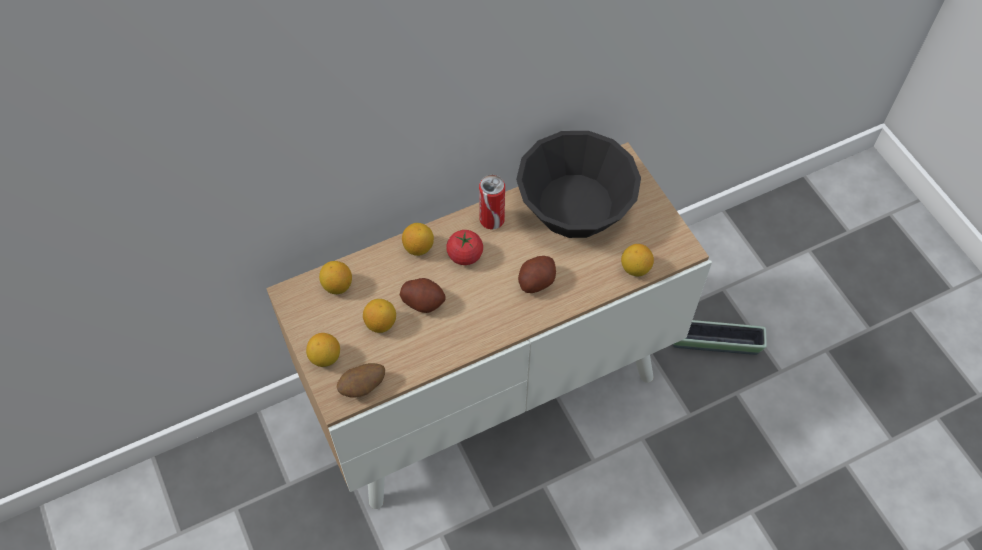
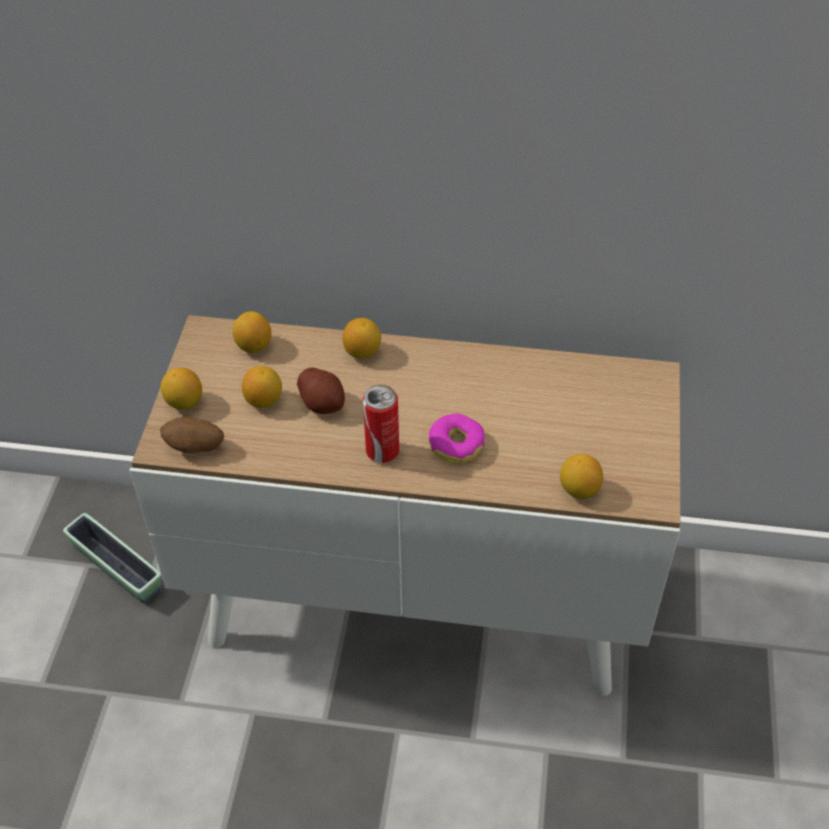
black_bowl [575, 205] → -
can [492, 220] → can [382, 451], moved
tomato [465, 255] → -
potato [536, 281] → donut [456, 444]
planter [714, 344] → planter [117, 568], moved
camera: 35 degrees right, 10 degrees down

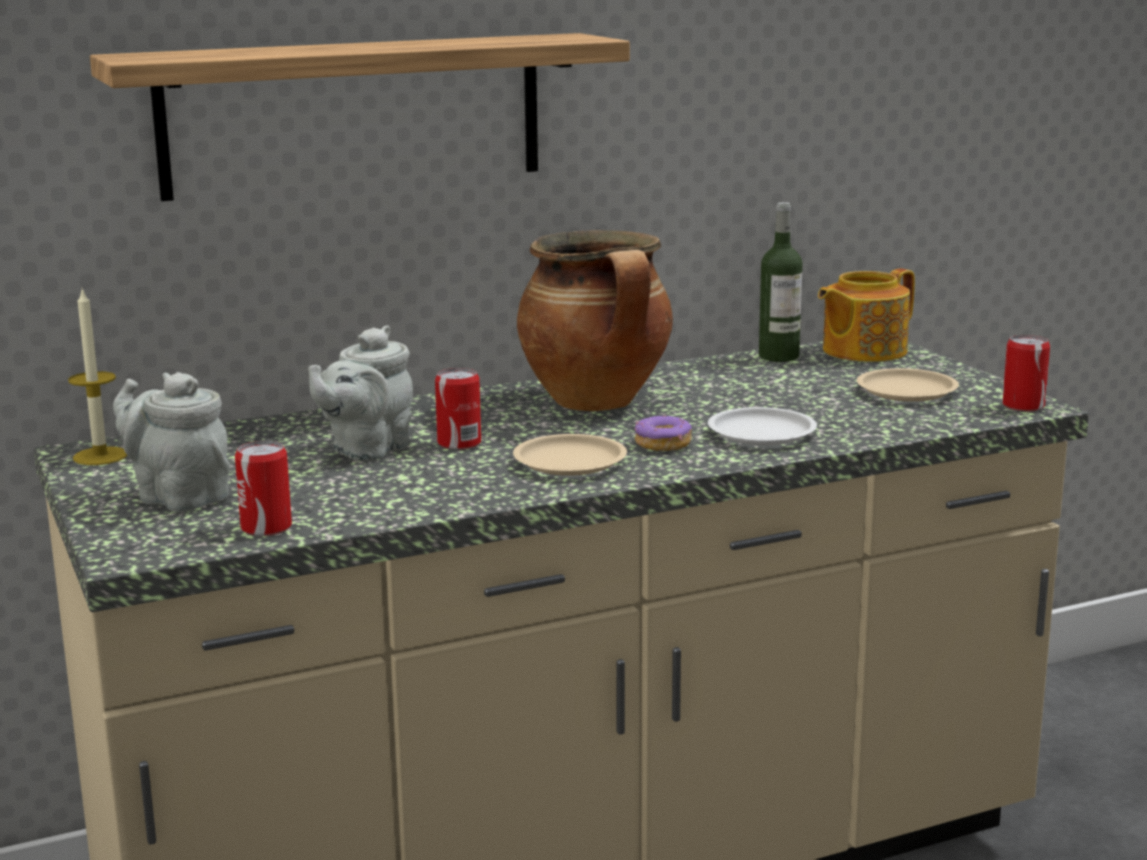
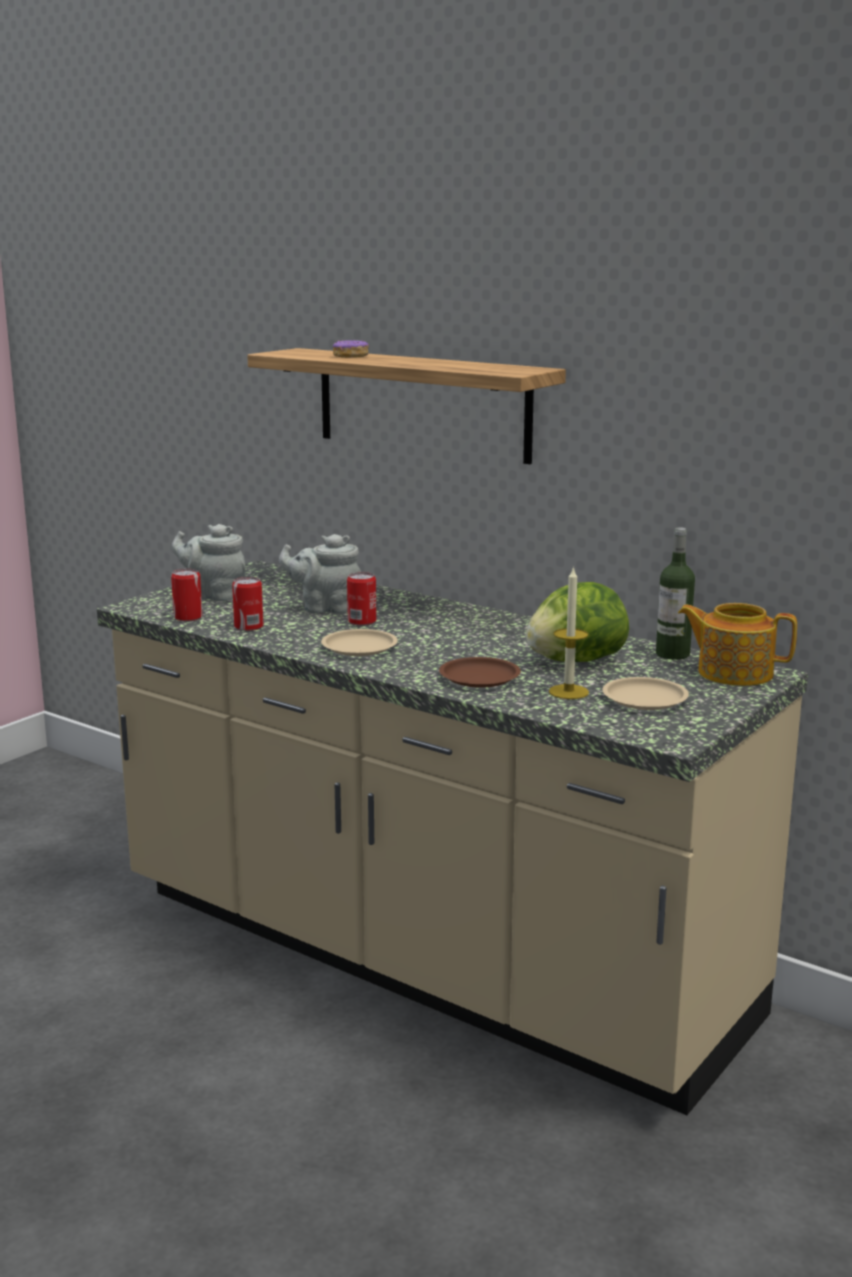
cooking_pot [598, 403] → -
candle [100, 456] → candle [568, 692], moved
can [1023, 406] → can [248, 627], moved
grey_teapot [178, 497] → grey_teapot [213, 595], 75 degrees counterclockwise
white_plate [761, 434] → brown_plate [479, 677]
donut [663, 444] → donut [350, 356], moved
- → lettuce [575, 661]
camera: 60 degrees right, 0 degrees up

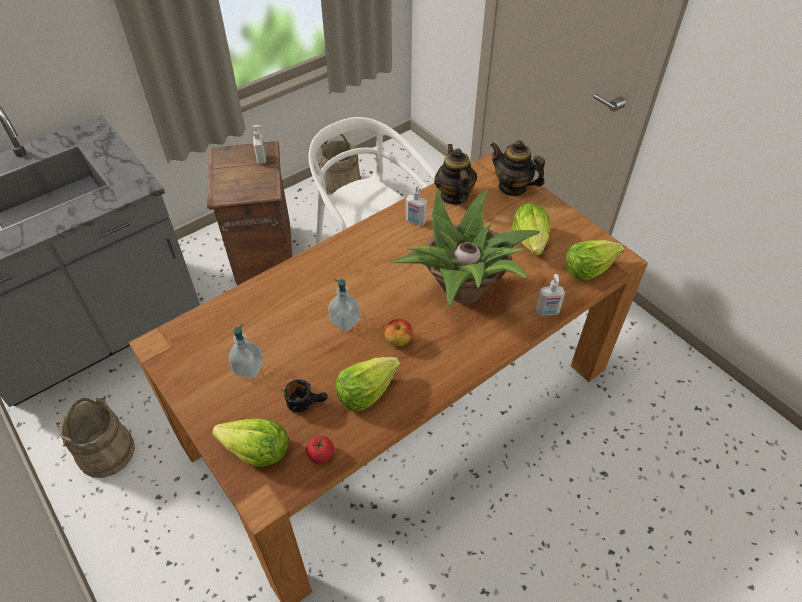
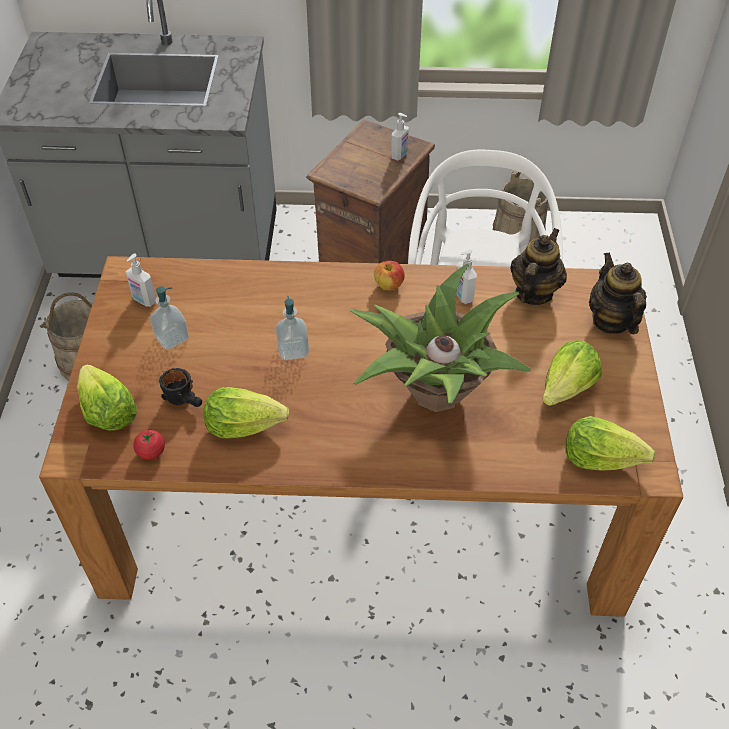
soap_dispenser [547, 312] → soap_dispenser [144, 300], moved
apple [398, 340] → apple [389, 285], moved
camera: 40 degrees right, 0 degrees up

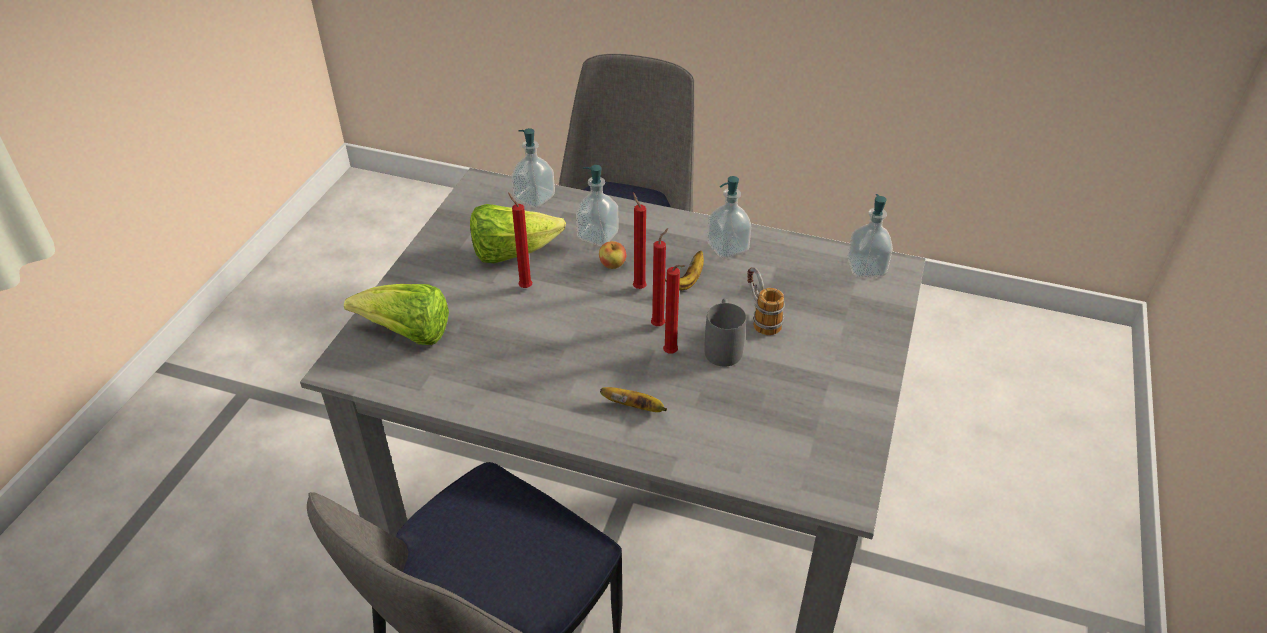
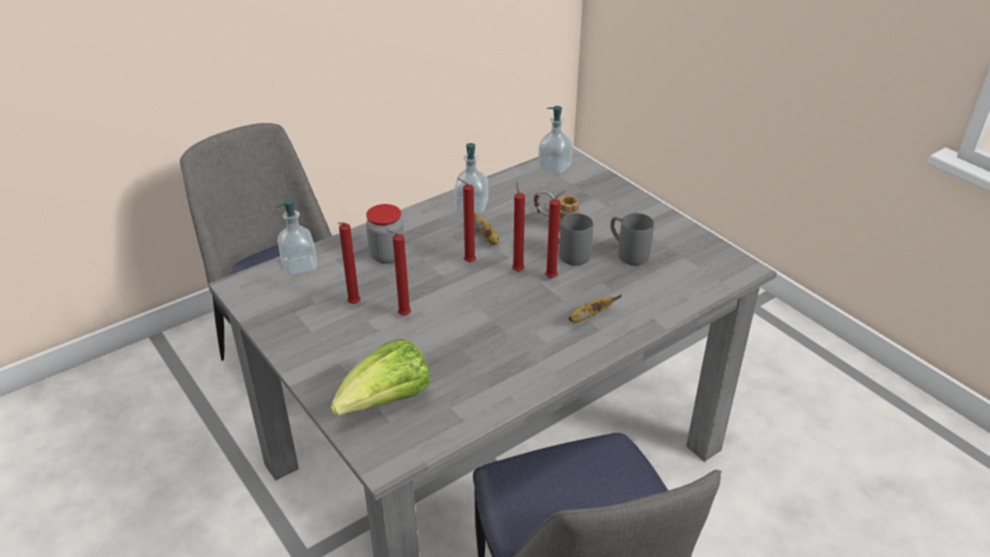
soap_dispenser [598, 236] → jar [387, 255]
lettuce [512, 252] → red_candle [353, 305]
apple [612, 265] → -
- → grey_mug [627, 253]
camera: 55 degrees left, 5 degrees down

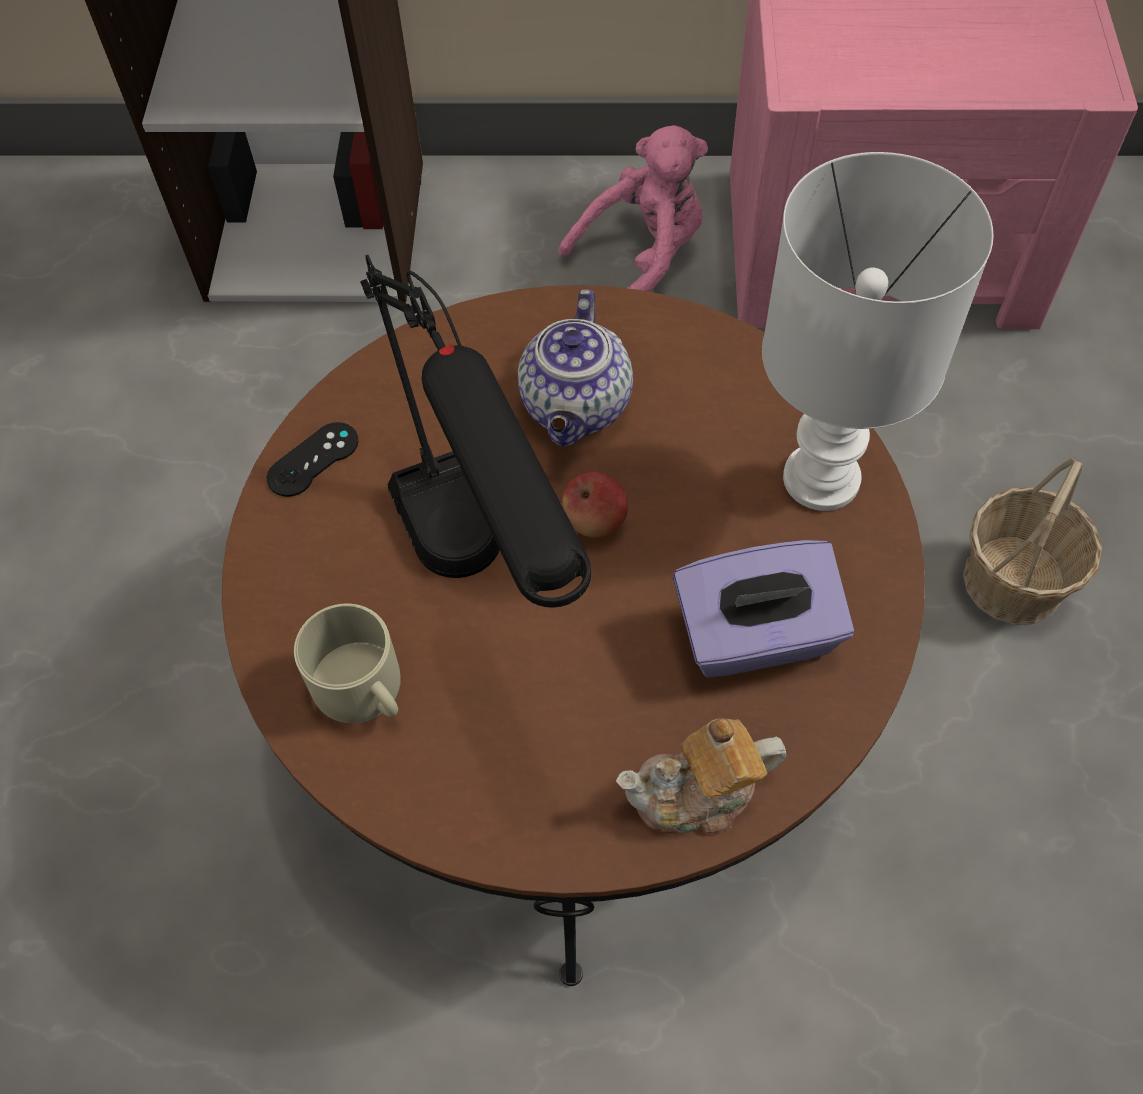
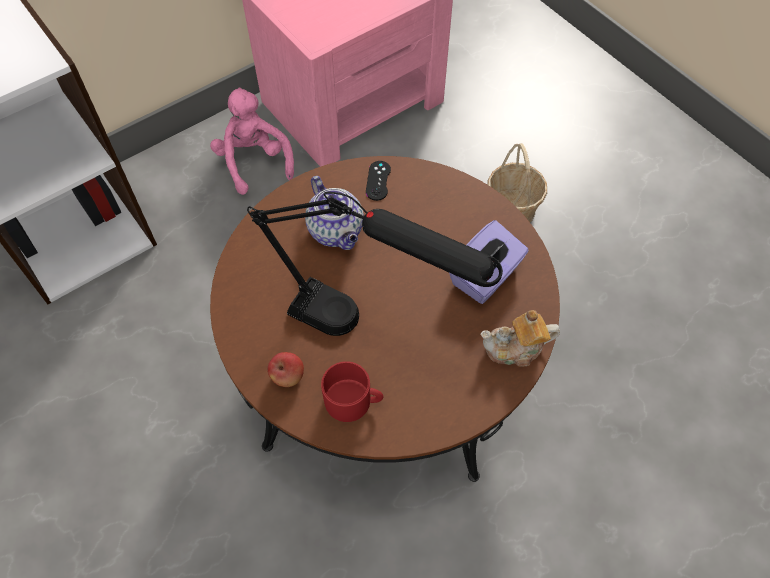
pink_plush_toy [642, 259] → pink_plush_toy [254, 162], 45 degrees counterclockwise
white_table_lamp [821, 481] → -
black_game_controller [313, 460] → black_game_controller [378, 180], moved
apple [595, 522] → apple [288, 376], moved
beige_mug [364, 690] → red_mug [353, 401]
teapot [698, 794] → teapot [515, 349], 45 degrees clockwise
camera: 40 degrees left, 0 degrees up

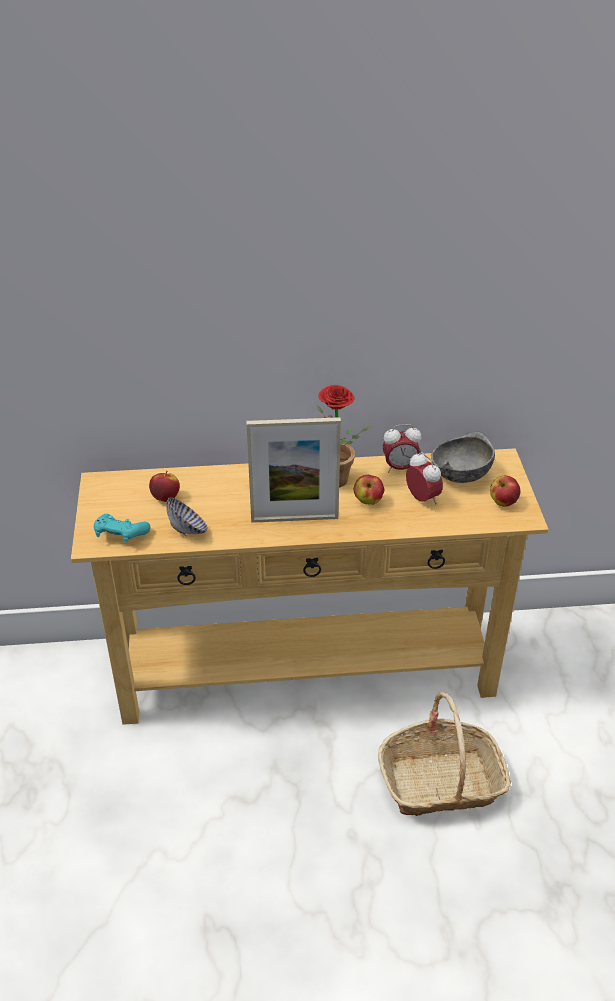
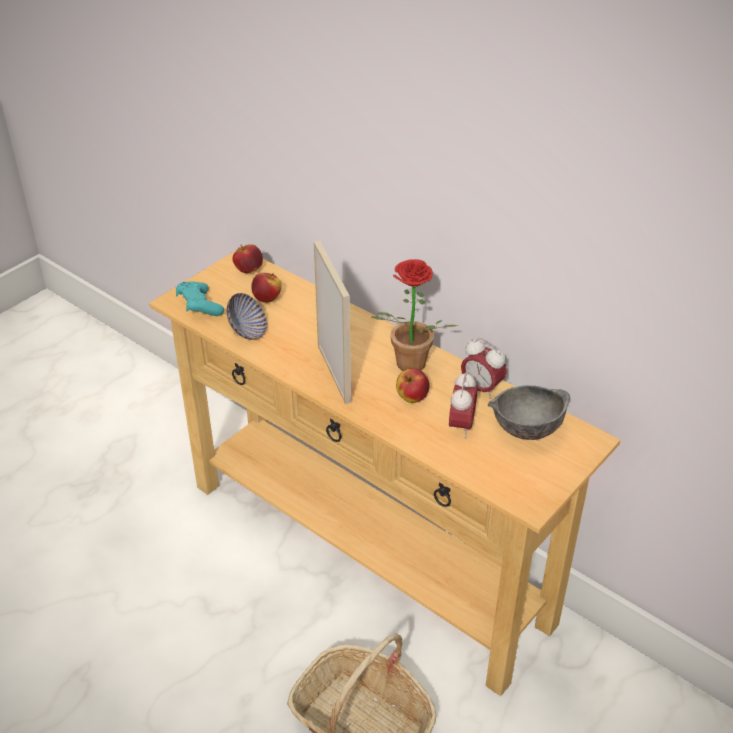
picture_frame [294, 518] → picture_frame [334, 373], 150 degrees counterclockwise
apple [503, 502] → apple [248, 270], moved
camera: 45 degrees right, 0 degrees up

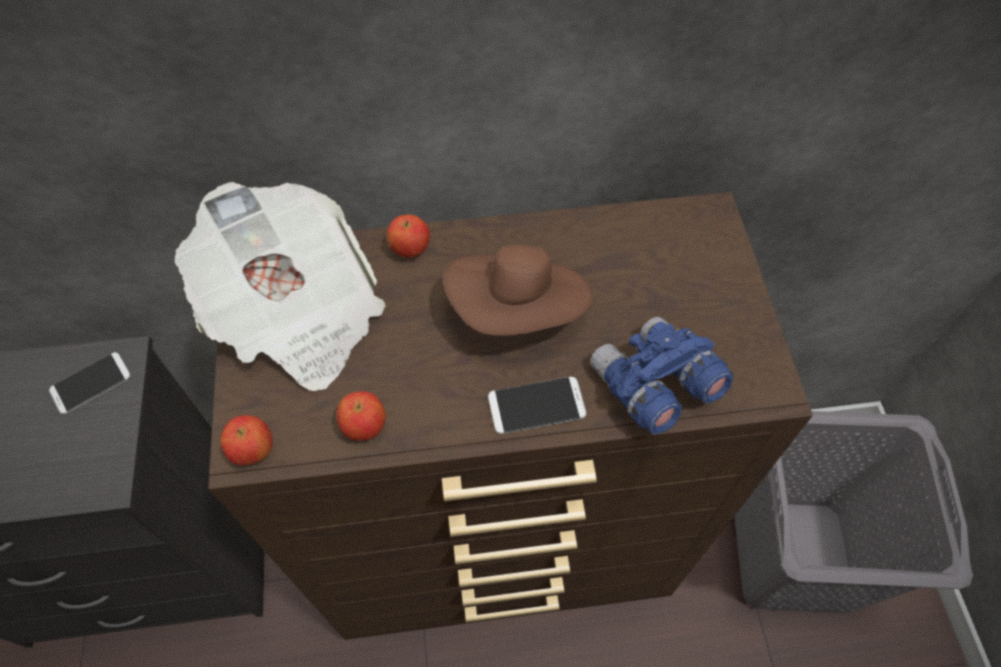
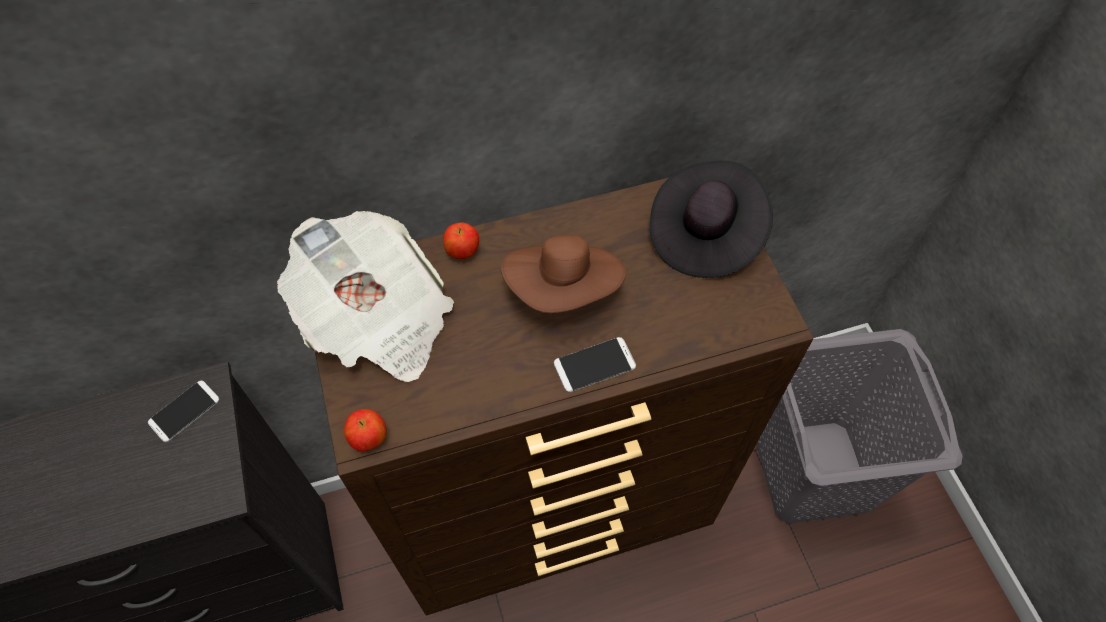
blue_binoculars [653, 387] → -
apple [364, 426] → -
- → black_hat [704, 236]
camera: 10 degrees left, 0 degrees up

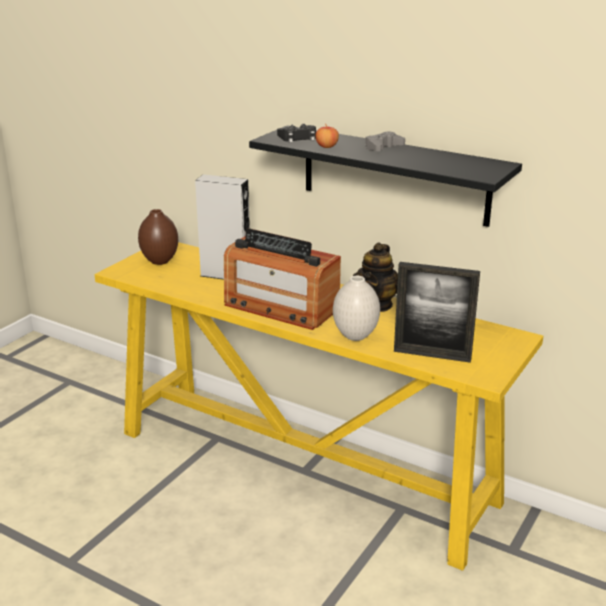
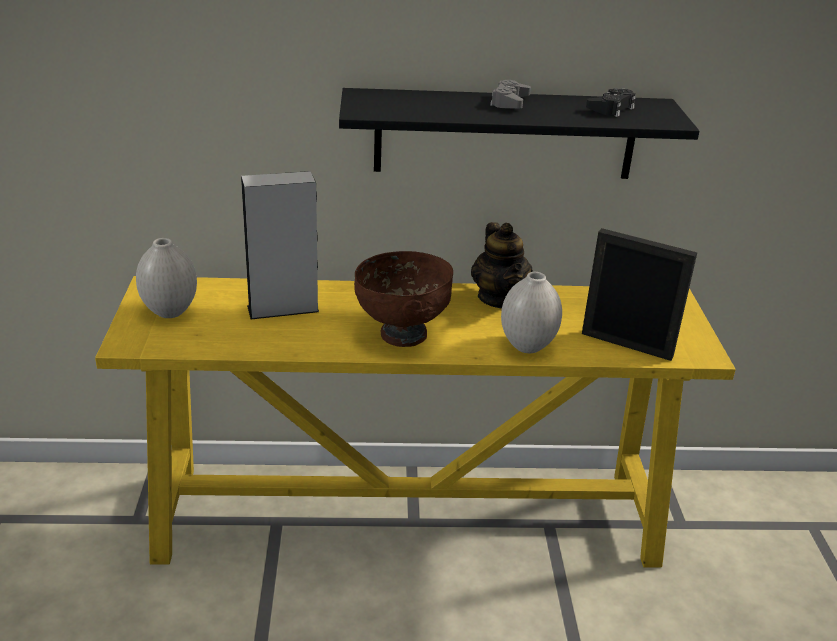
black_game_controller [298, 138] → black_game_controller [611, 108], moved
apple [326, 146] → -
brown_vase [160, 261] → white_vase [171, 311]
radio [281, 307] → brown_bowl [402, 334]
picture_frame [432, 355] → picture_frame [626, 345], 135 degrees counterclockwise
camera: 35 degrees left, 5 degrees up

